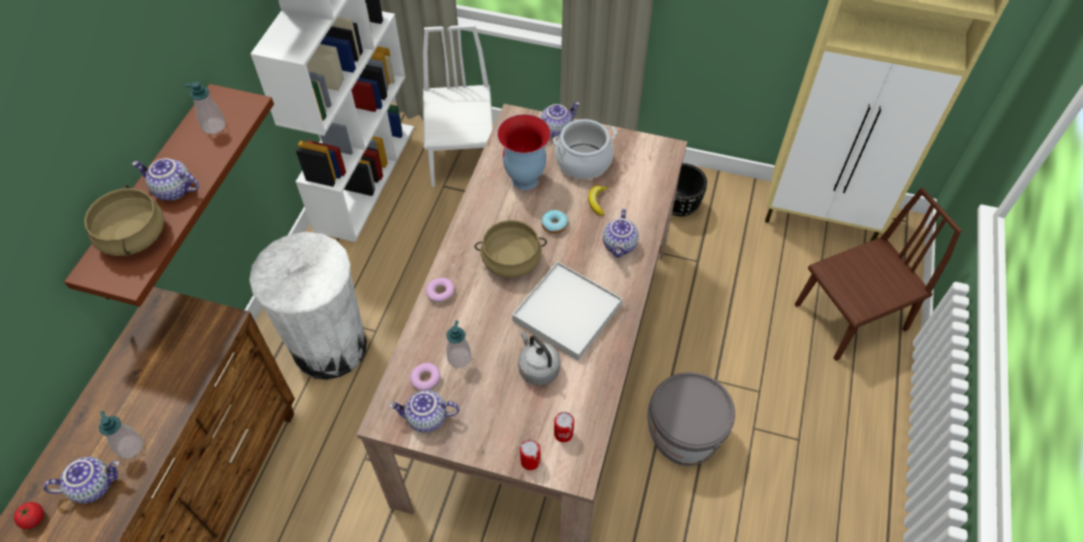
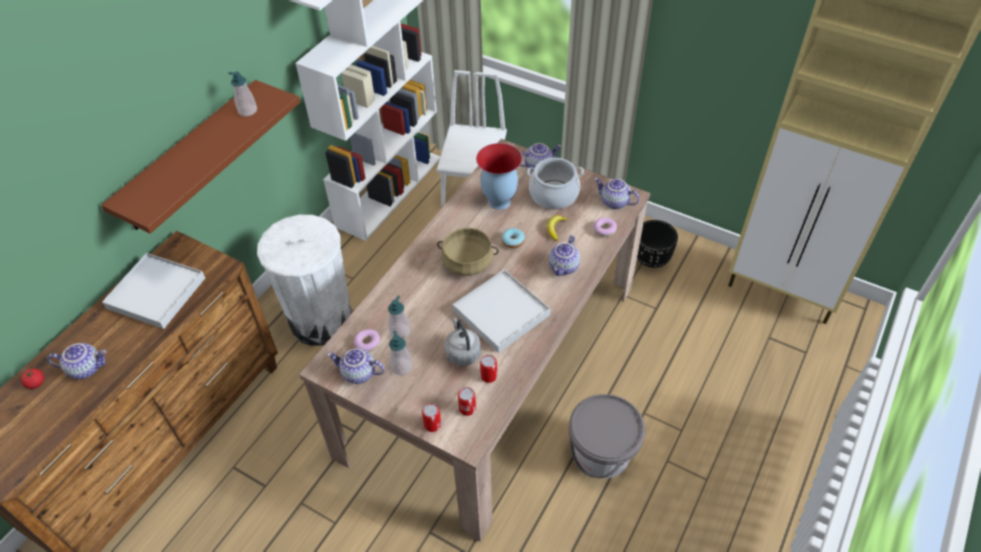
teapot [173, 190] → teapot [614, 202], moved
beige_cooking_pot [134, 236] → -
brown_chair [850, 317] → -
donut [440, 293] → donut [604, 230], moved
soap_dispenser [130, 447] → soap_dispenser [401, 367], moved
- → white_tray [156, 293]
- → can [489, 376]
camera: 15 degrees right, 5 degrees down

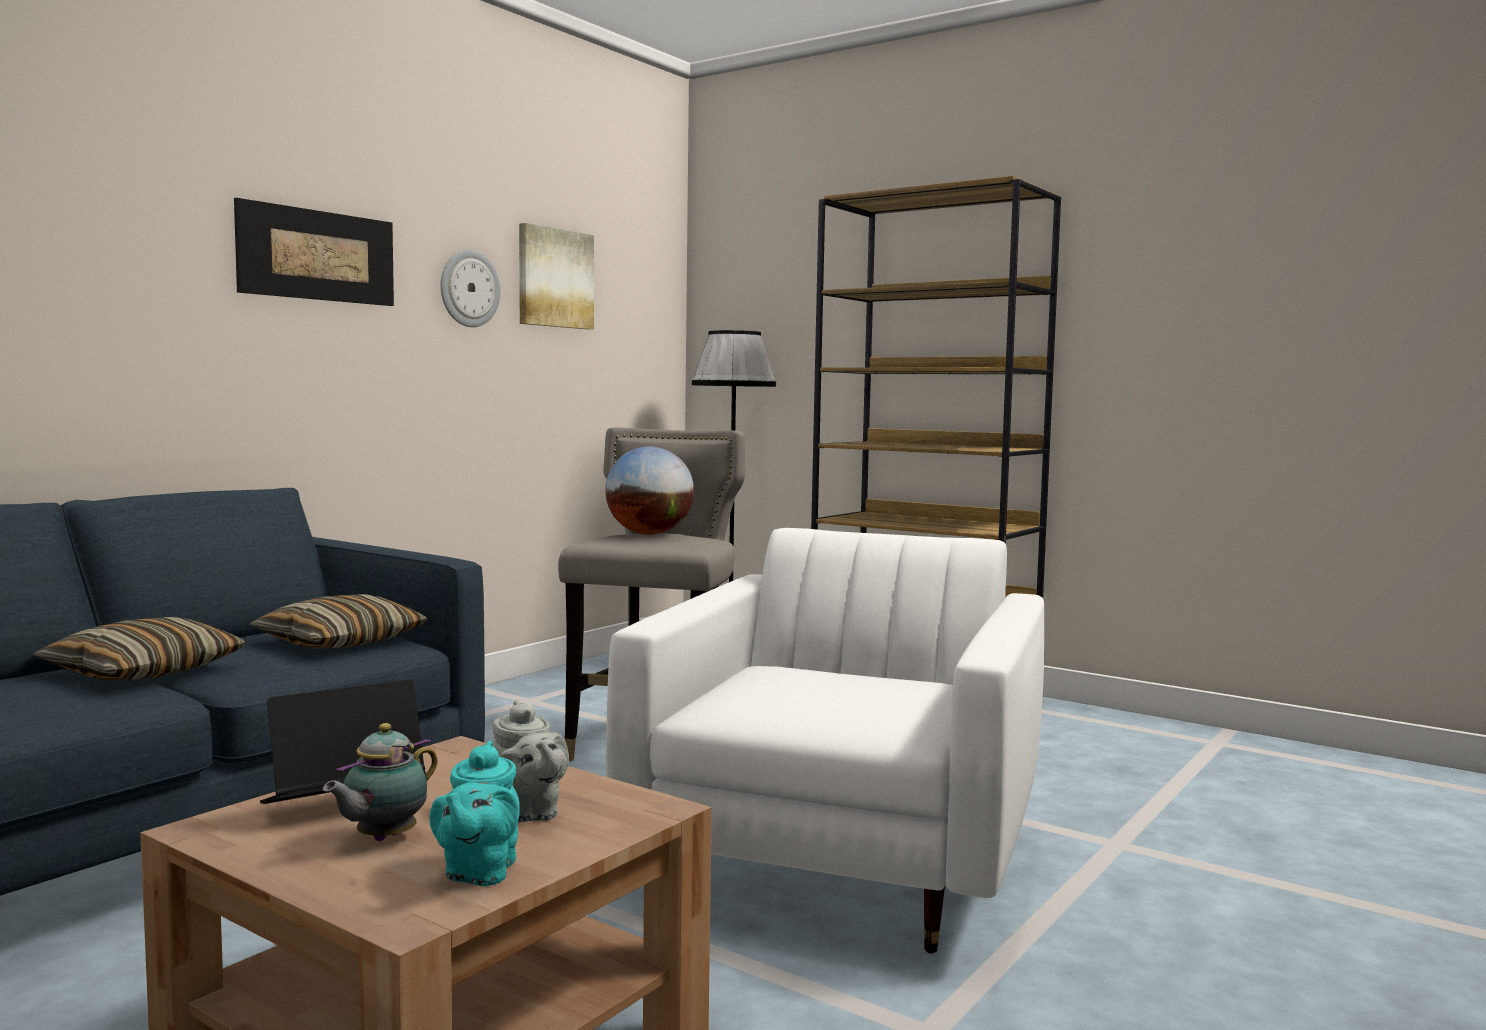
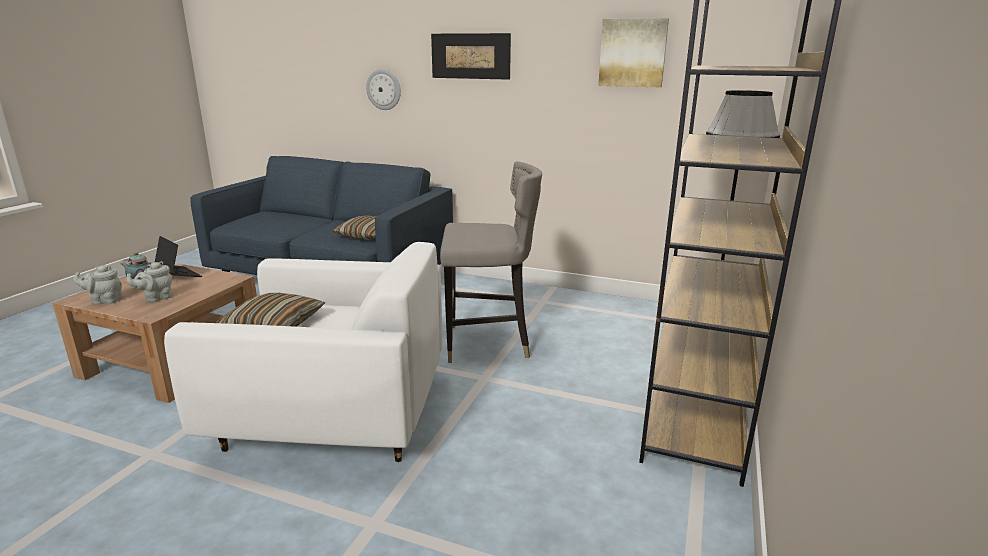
wall_clock [469, 288] → wall_clock [384, 89], moved
globe [649, 534] → -
pillow [143, 672] → pillow [274, 325], moved
turquoise_teapot [478, 873] → grey_teapot [104, 301]
camera: 75 degrees right, 15 degrees up

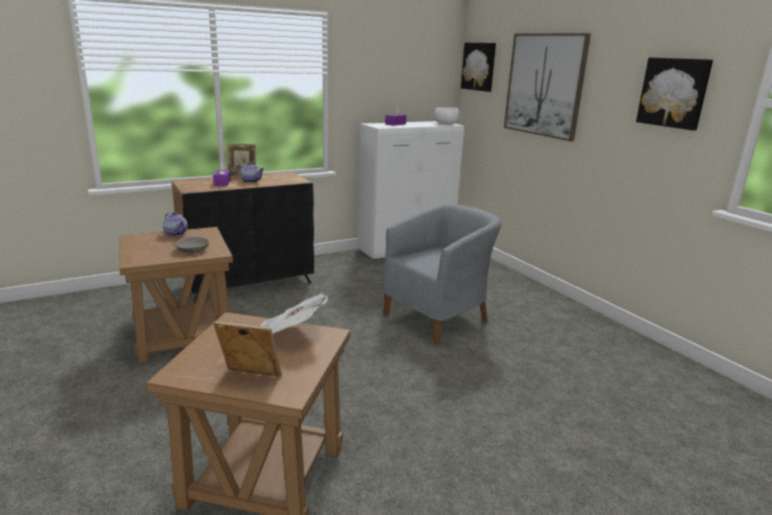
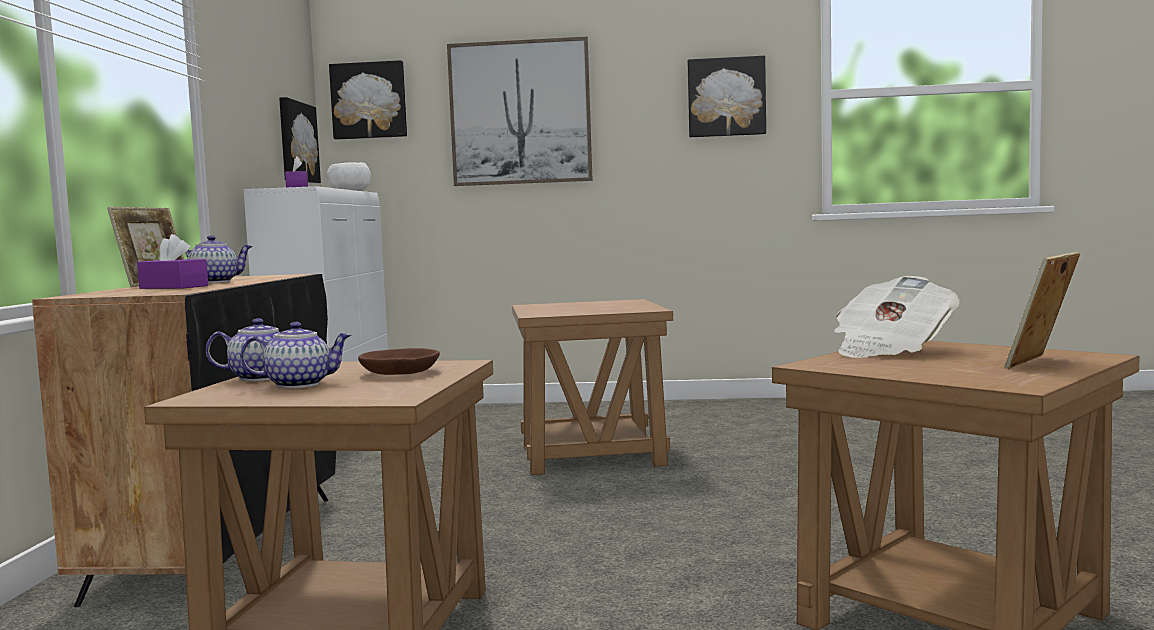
grey_armchair [439, 316] → brown_side_table [592, 454]
grey_bowl [191, 249] → brown_bowl [400, 372]
- → picture [296, 142]
- → teapot [299, 384]
camera: 55 degrees left, 15 degrees down

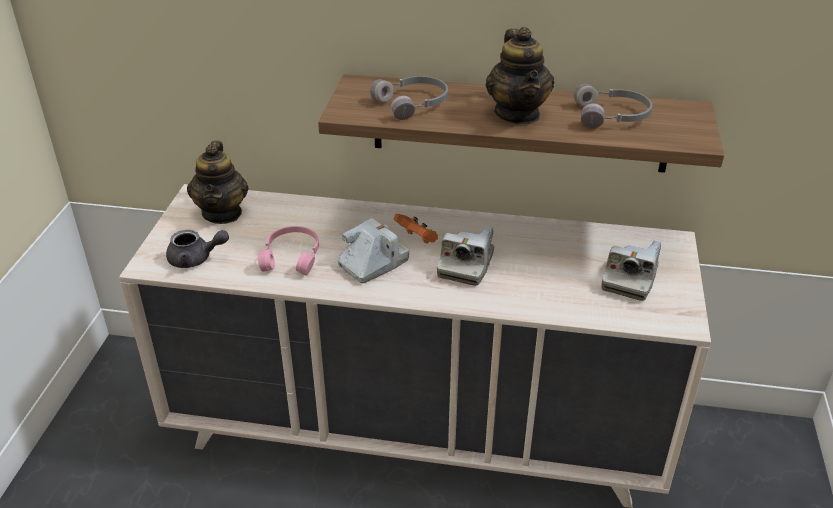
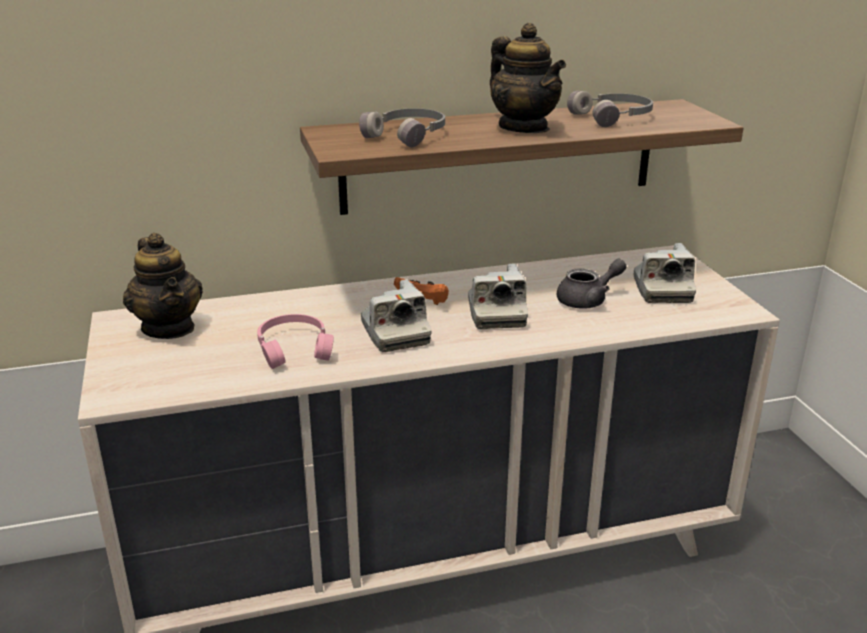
photo_camera [373, 263] → photo_camera [395, 334], 135 degrees clockwise
grey_teapot [196, 259] → grey_teapot [588, 300], moved
camera: 25 degrees left, 10 degrees down

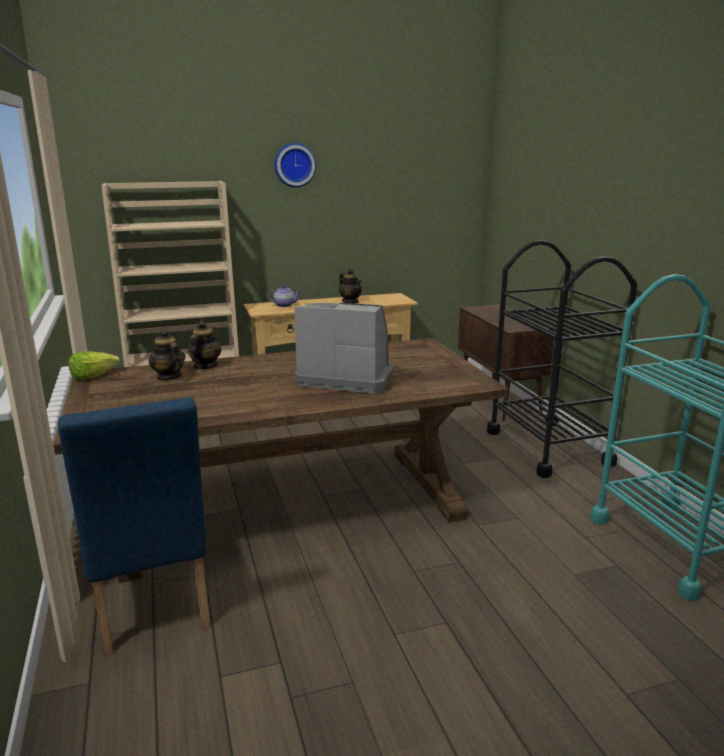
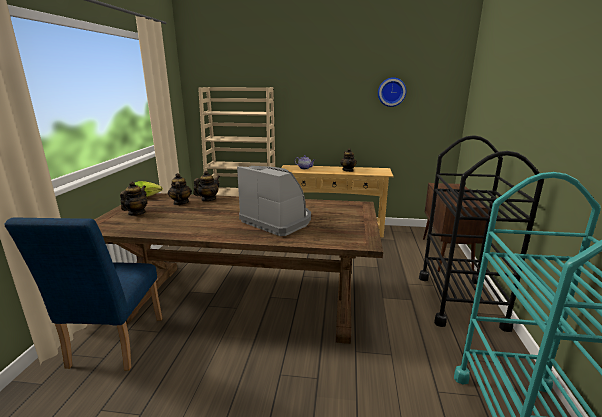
wall_clock [294, 165] → wall_clock [391, 92], moved
- → teapot [136, 213]
camera: 25 degrees right, 0 degrees up

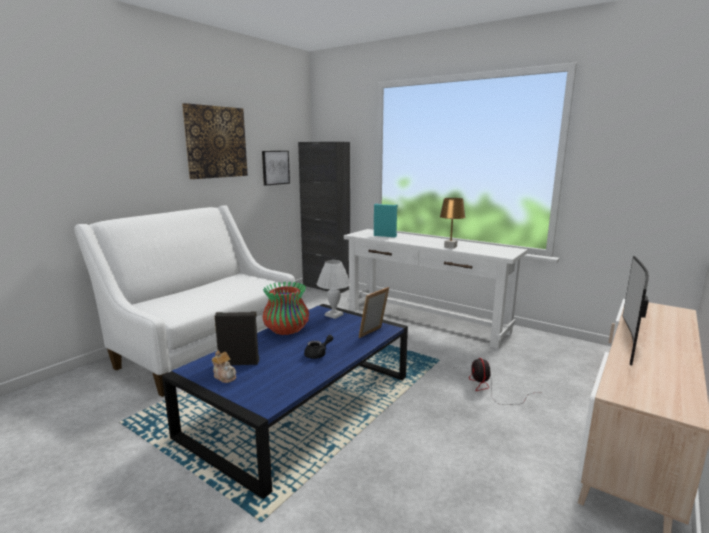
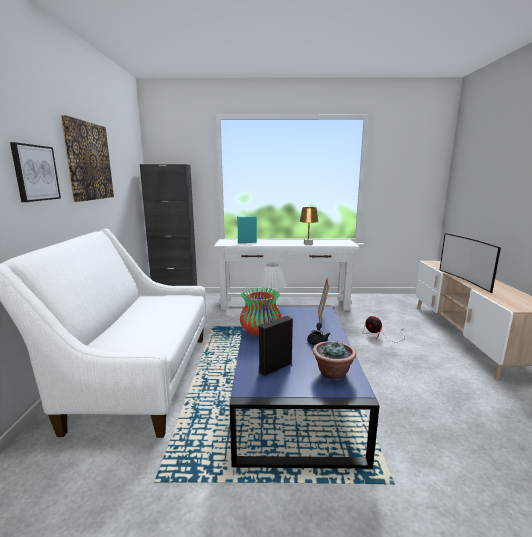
picture [275, 167] → picture [35, 173], moved
teapot [225, 376] → -
- → potted_plant [332, 373]
camera: 35 degrees left, 0 degrees up

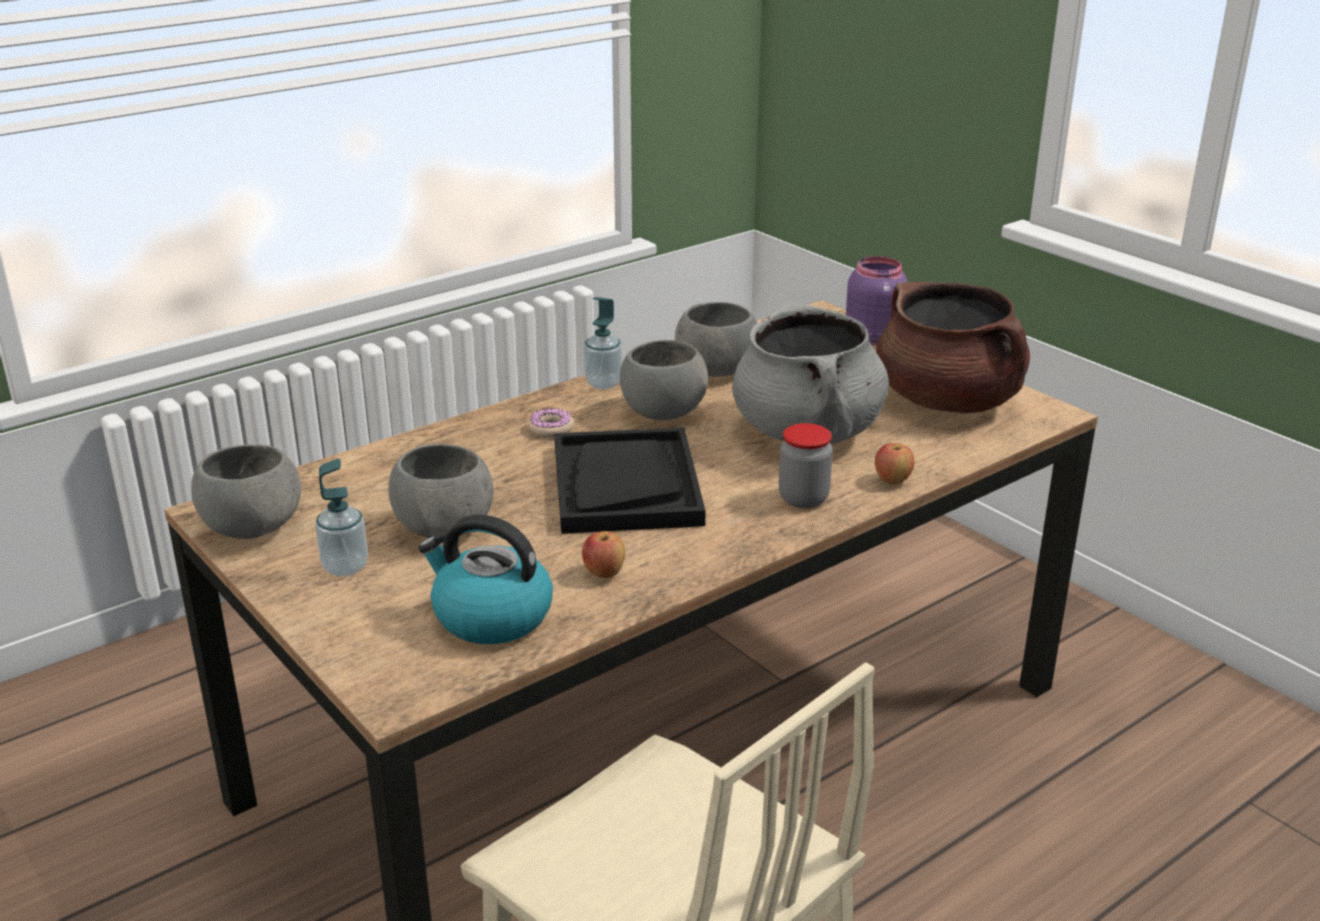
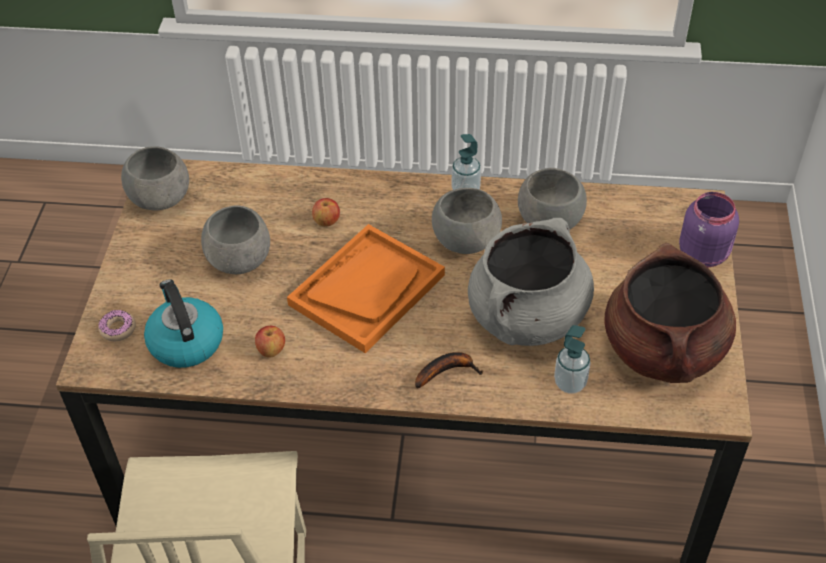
donut [551, 429] → donut [118, 329], moved
jar [803, 498] → banana [447, 371]
black_tray [625, 485] → orange_tray [367, 289]
apple [892, 480] → apple [327, 221], moved
soap_dispenser [345, 567] → soap_dispenser [570, 383], moved
camera: 45 degrees right, 20 degrees up

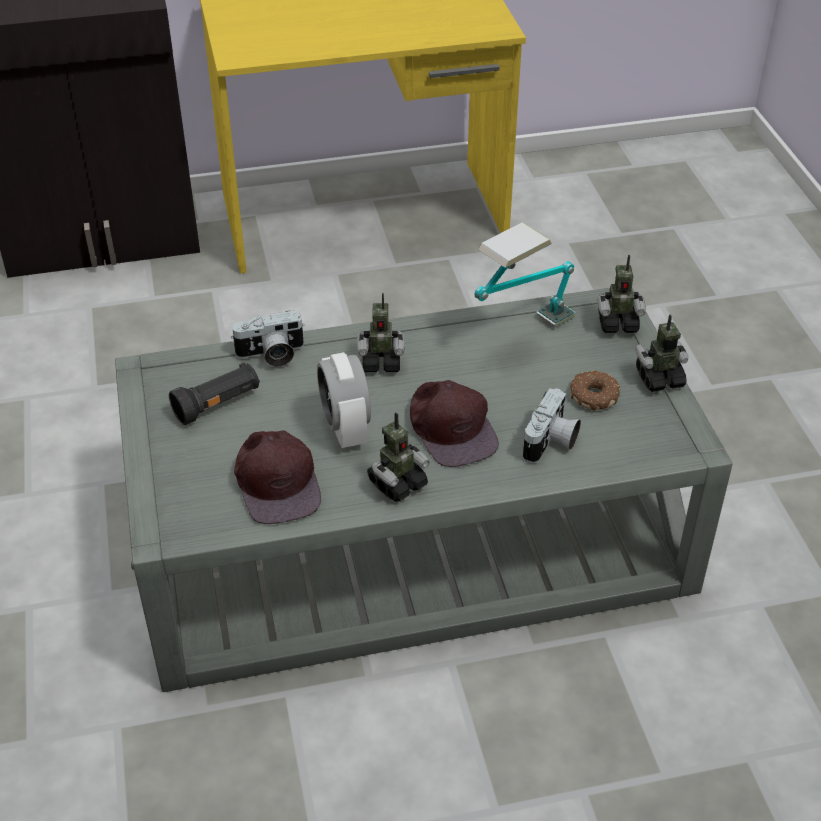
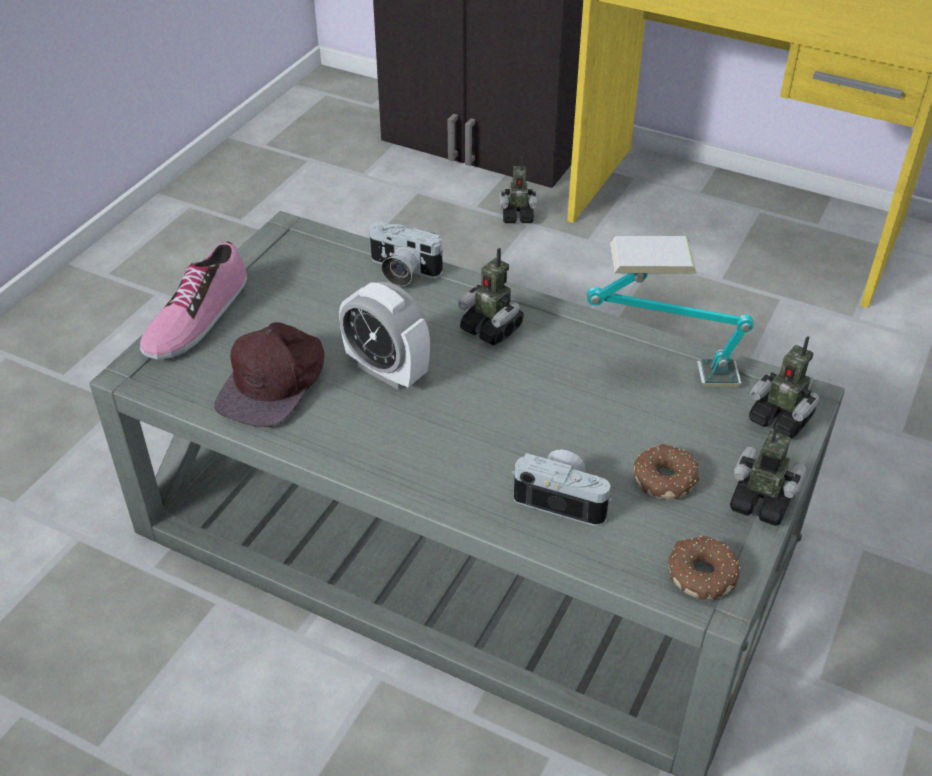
alarm_clock [345, 429] → alarm_clock [387, 371], 75 degrees counterclockwise
black_flashlight [218, 404] → -
brown_cap [452, 427] → -
photo_camera [551, 443] → photo_camera [563, 498], 135 degrees counterclockwise
toy_robot [397, 484] → toy_robot [517, 216], moved
- → shoe [196, 317]
- → donut [701, 574]
camera: 40 degrees right, 0 degrees up

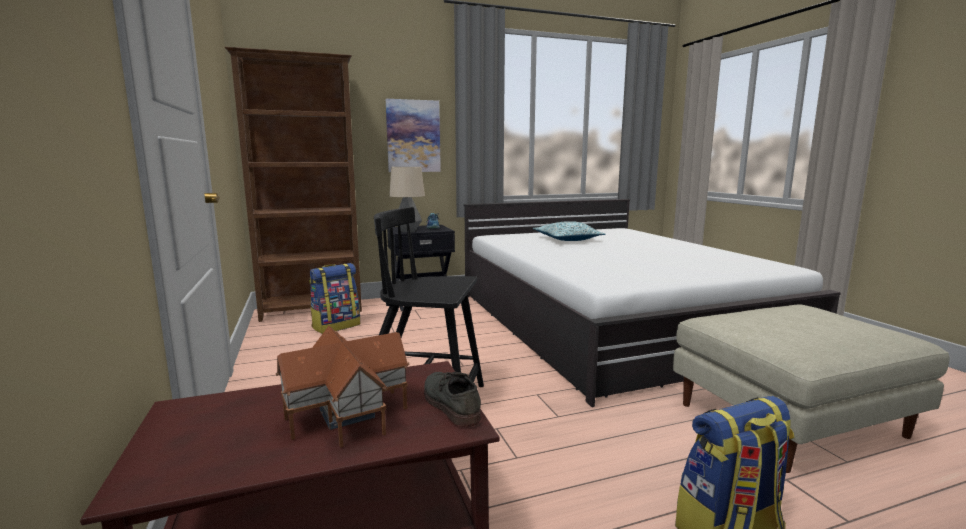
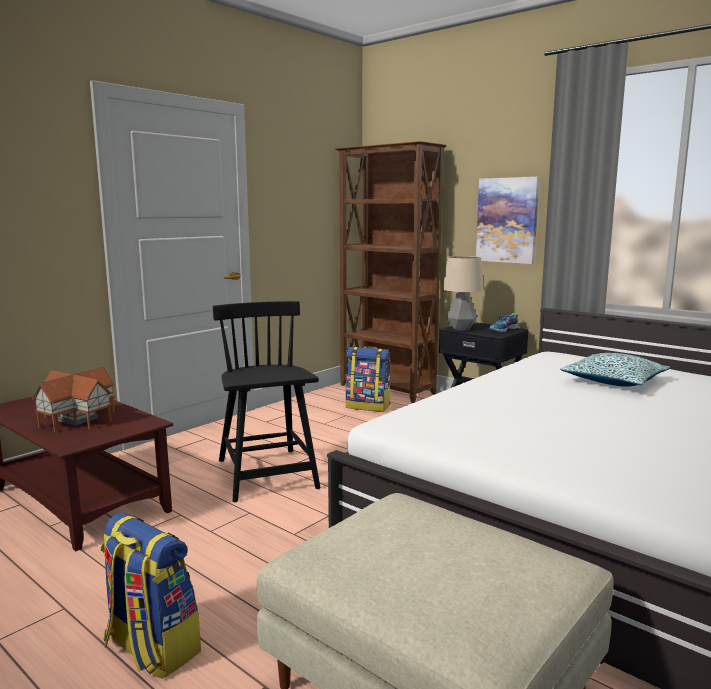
grey_shoe [449, 403] → -
camera: 60 degrees right, 0 degrees up

